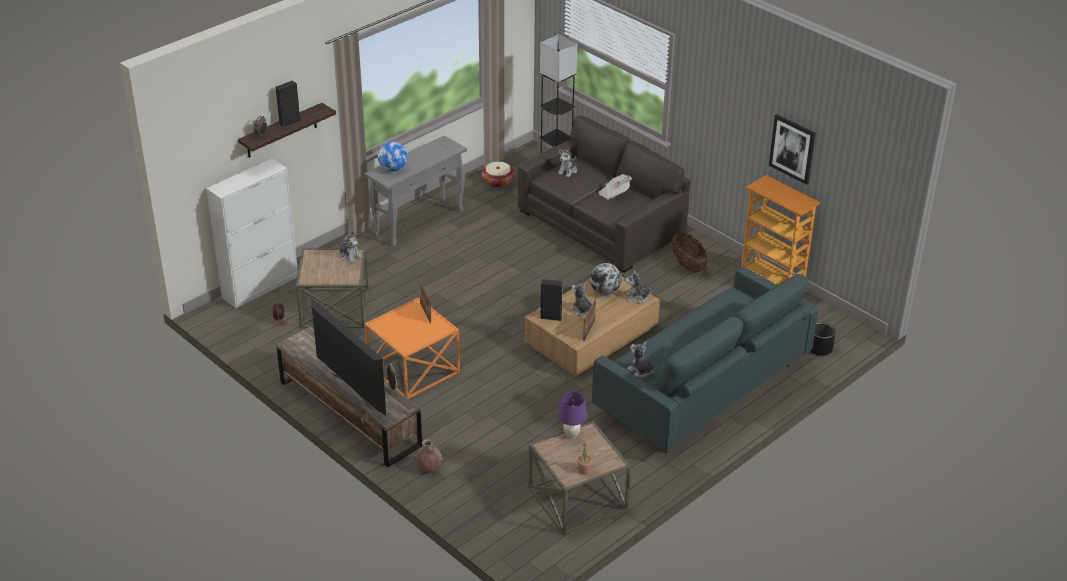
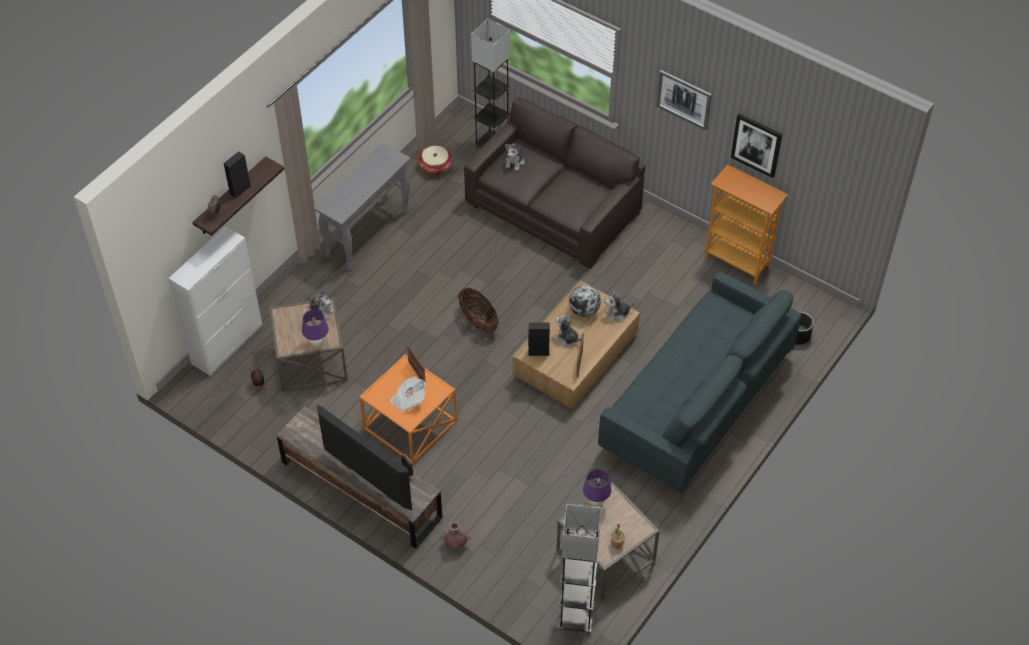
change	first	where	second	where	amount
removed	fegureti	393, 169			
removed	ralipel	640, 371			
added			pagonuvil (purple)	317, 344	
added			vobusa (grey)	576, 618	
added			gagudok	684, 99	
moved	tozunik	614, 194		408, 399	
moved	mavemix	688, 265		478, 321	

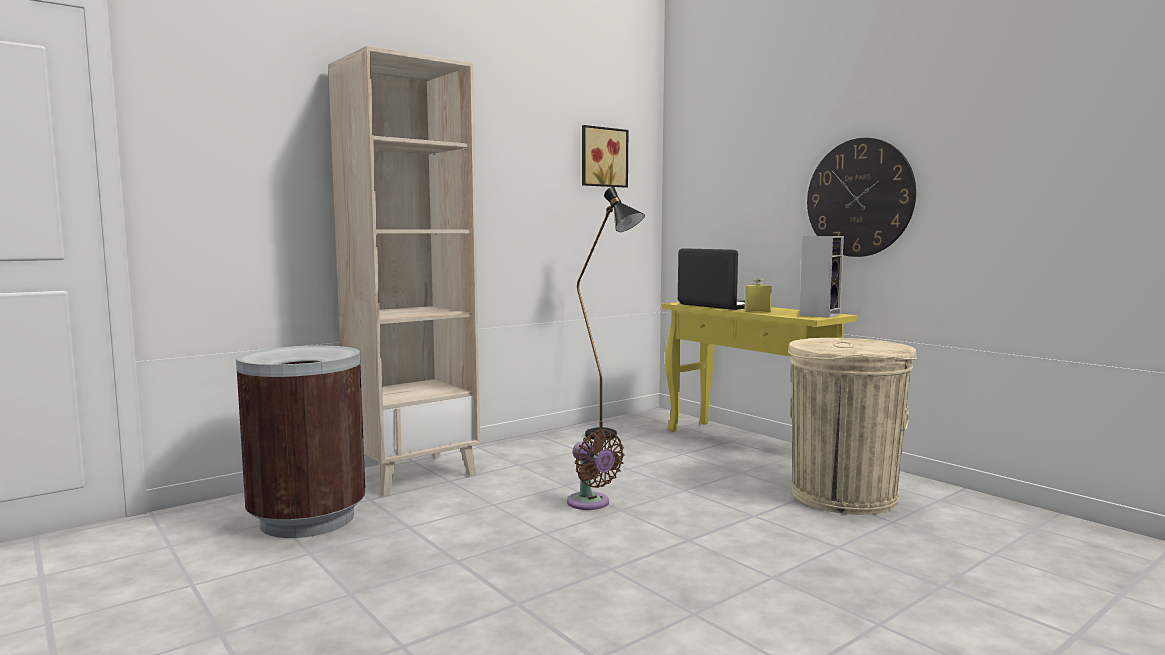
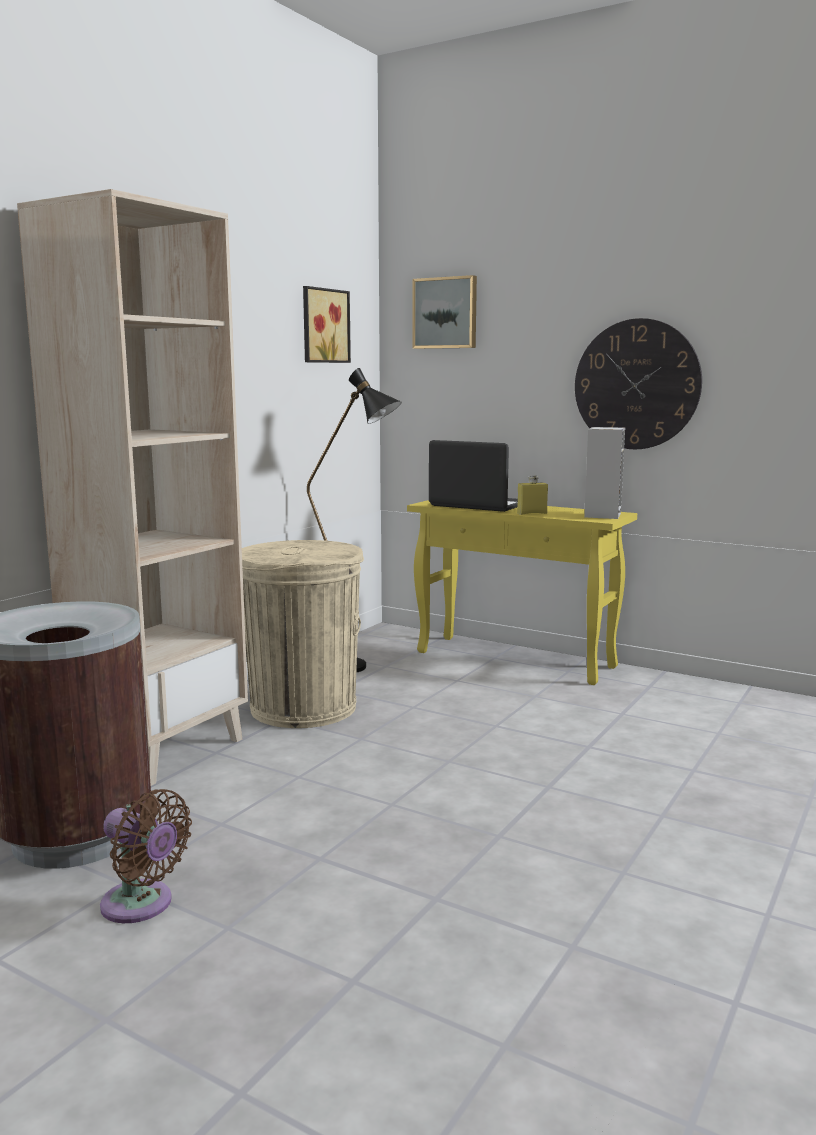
change	first	where	second	where	amount
added			gagudok	445, 313	
moved	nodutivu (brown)	591, 503		142, 905	
moved	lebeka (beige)	843, 496		303, 707	

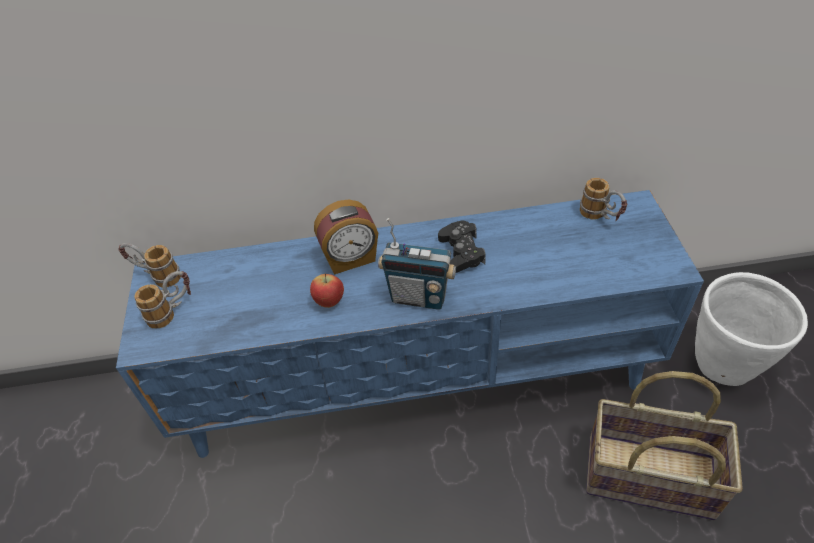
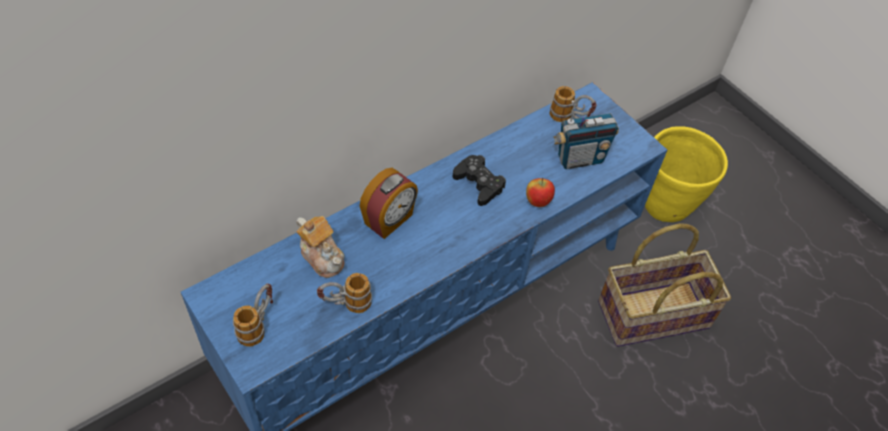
change	first	where	second	where	amount
added			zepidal	322, 256	
moved	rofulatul	156, 276		345, 305	
moved	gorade	329, 302		538, 202	
moved	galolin	419, 297		579, 159	
recoloured	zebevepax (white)	724, 366	zebevepax (yellow)	666, 206	

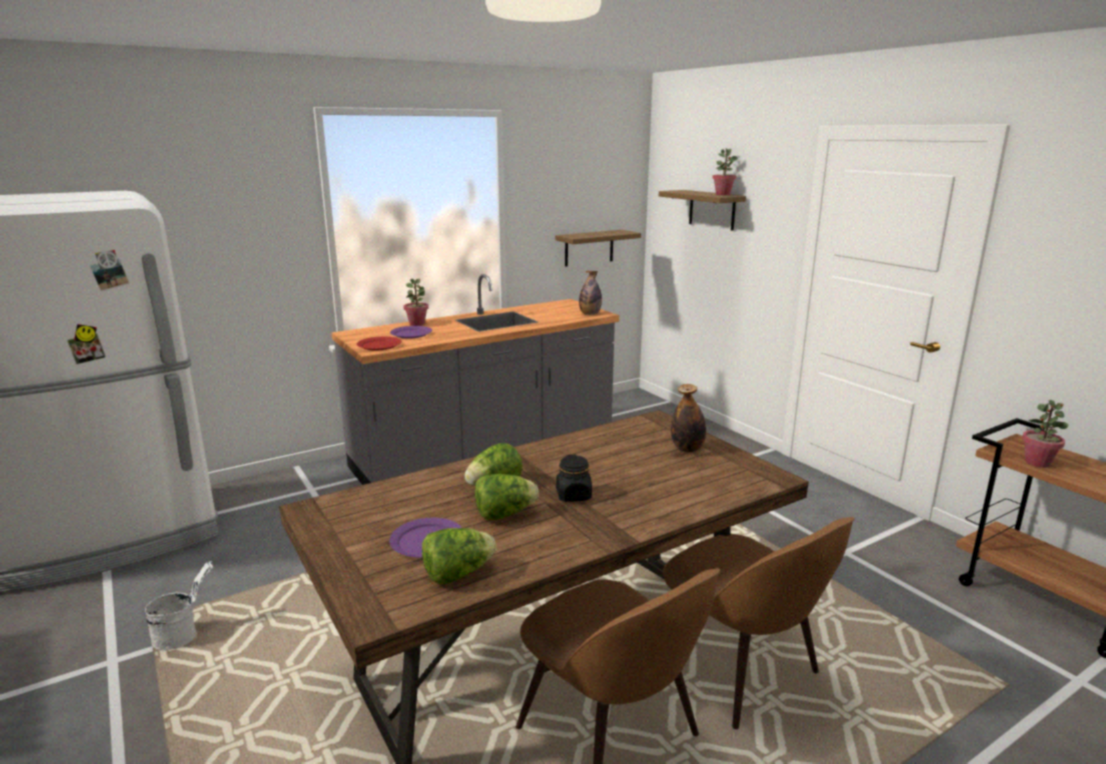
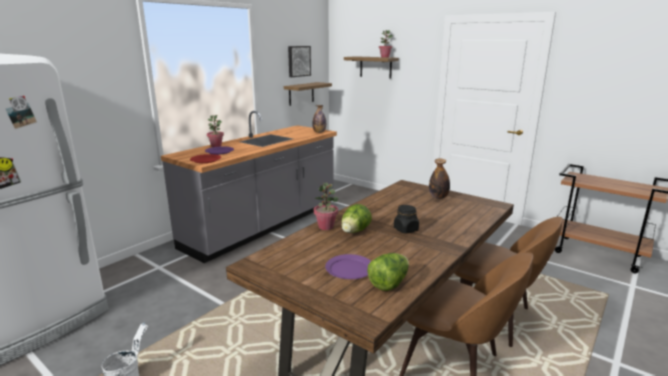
change	first	where	second	where	amount
removed	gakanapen	504, 514			
added			gagudok	298, 61	
moved	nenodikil	1037, 463		326, 227	

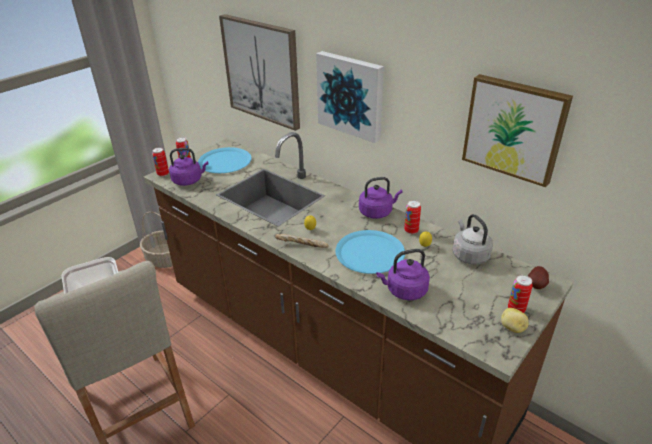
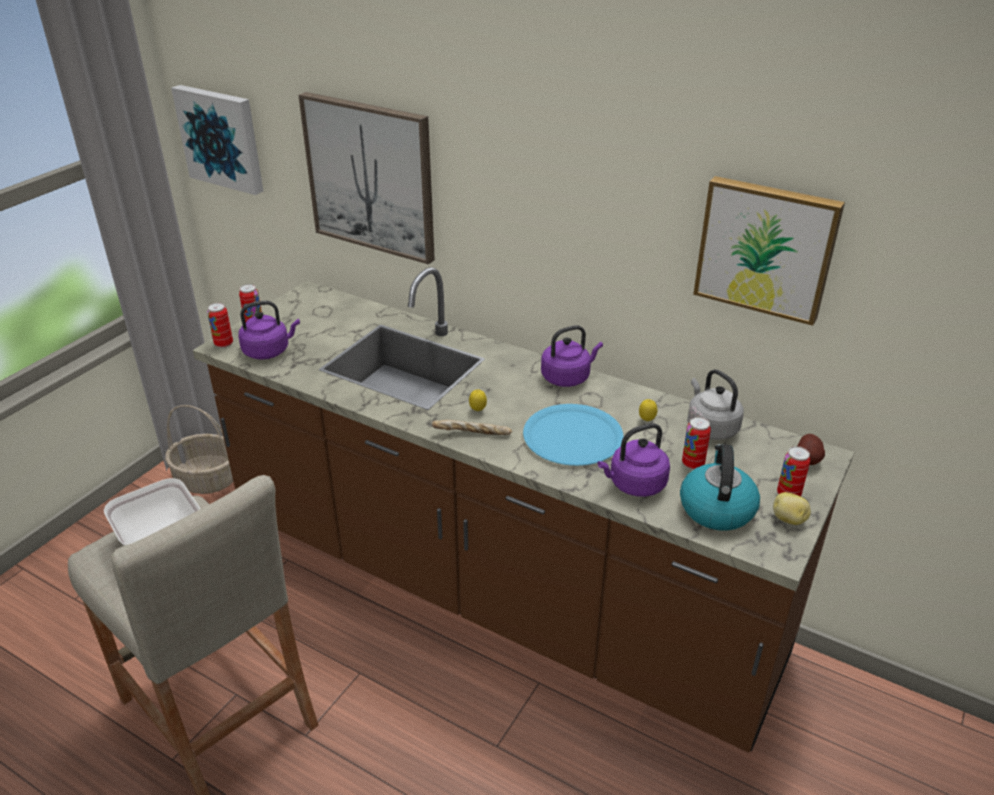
change	first	where	second	where	amount
removed	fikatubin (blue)	225, 161			
added			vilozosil	716, 508	
moved	gagudok	351, 95		222, 138	
moved	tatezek	411, 230		693, 464	

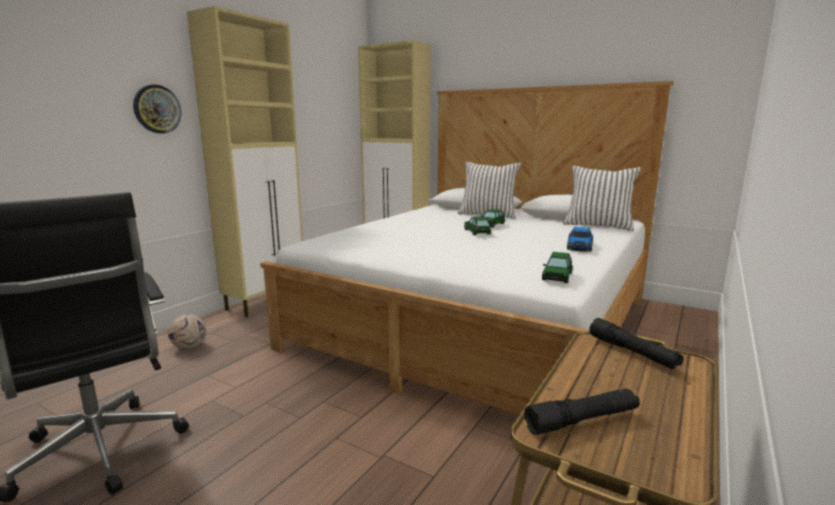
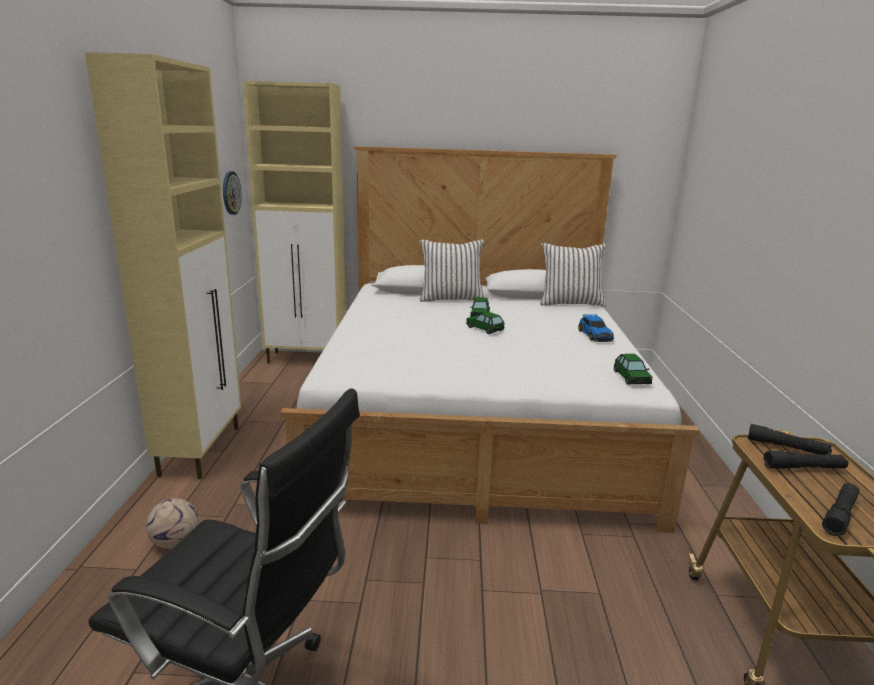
change	first	where	second	where	amount
added			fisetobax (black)	803, 468	
moved	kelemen	157, 109		230, 193	

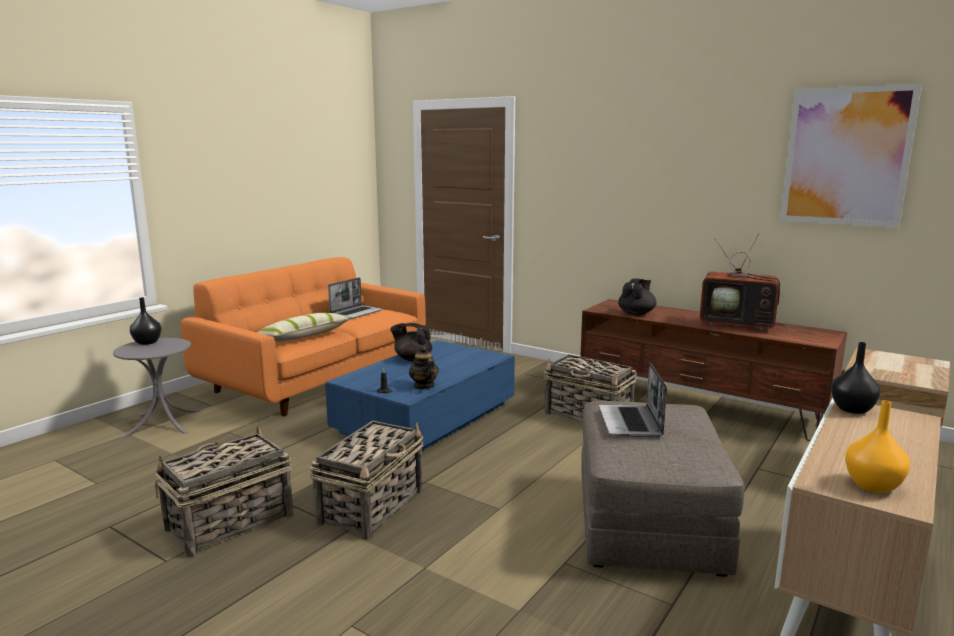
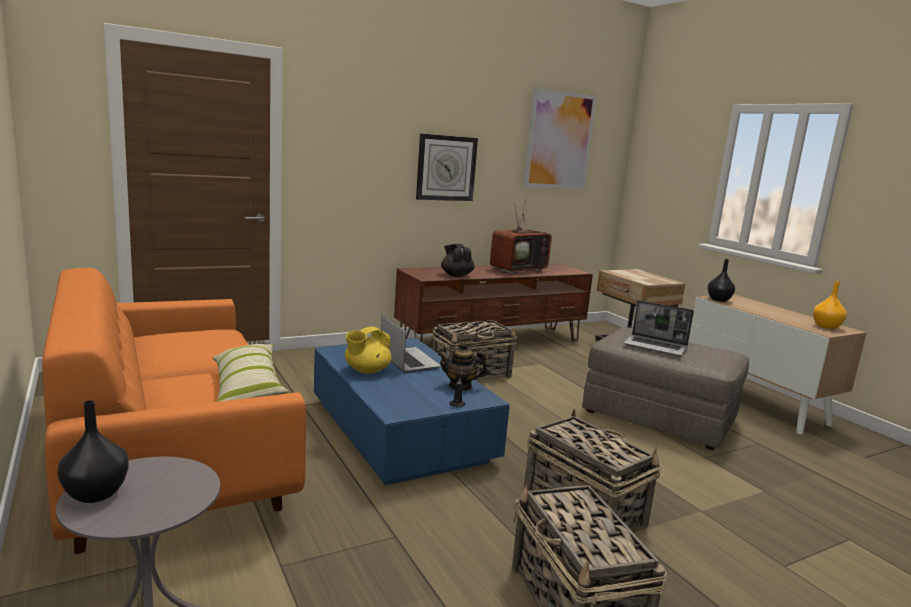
change	first	where	second	where	amount
added			kelemen	446, 168	
moved	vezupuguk	356, 313		407, 361	
recoloured	zepidal (black)	412, 359	zepidal (yellow)	366, 371	

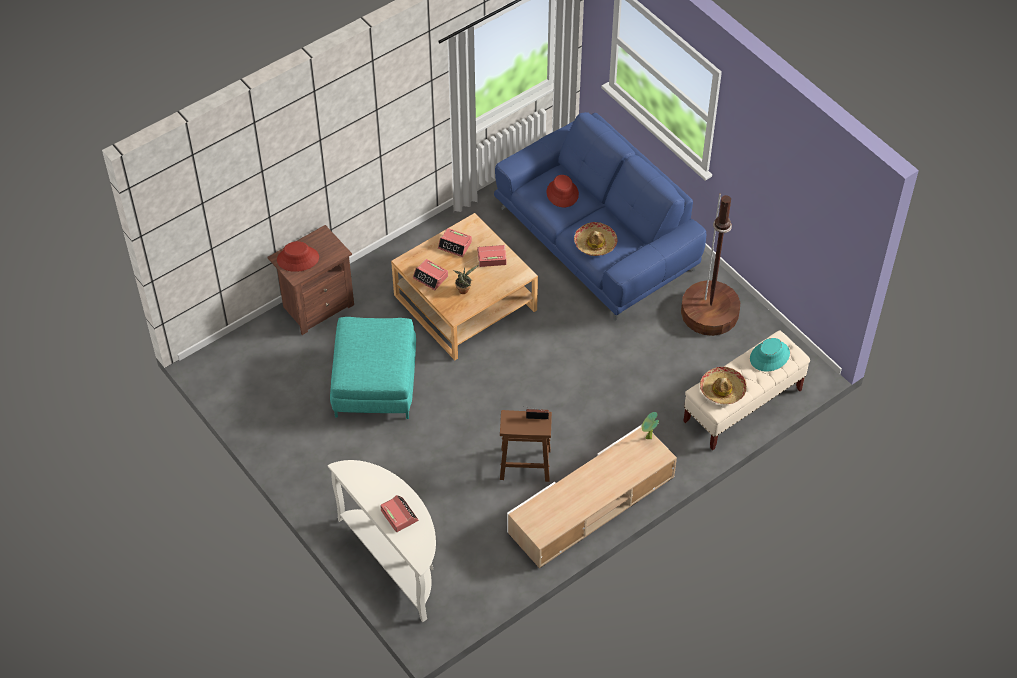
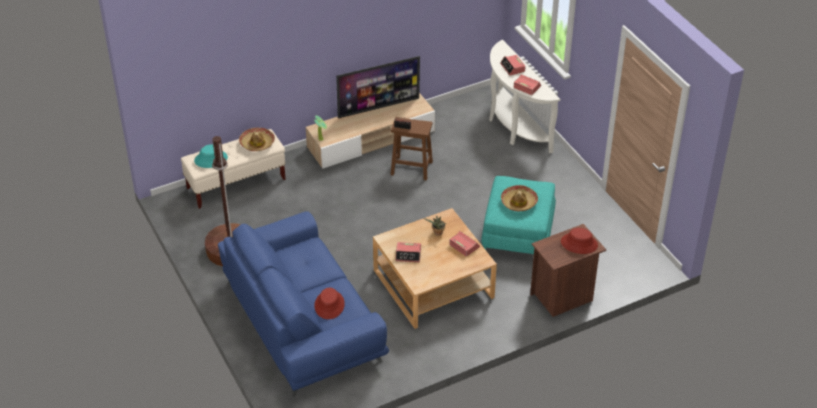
change	first	where	second	where	amount
added			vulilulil	378, 107	
moved	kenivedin	455, 245		526, 87	
moved	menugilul	595, 243		519, 202	

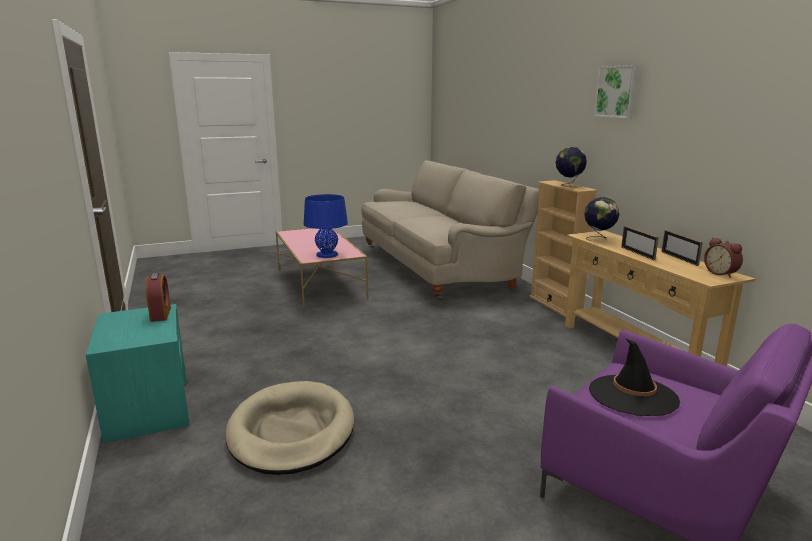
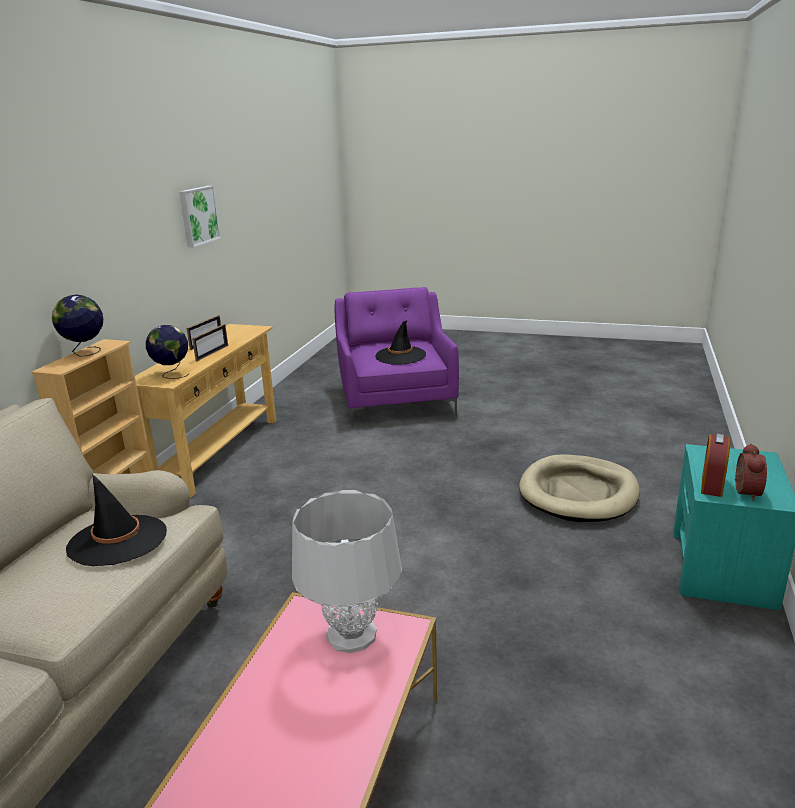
change	first	where	second	where	amount
added			menugilul (black)	118, 540	
moved	gagudok	617, 92		198, 215	
moved	kenivedin	721, 273		744, 492	
recoloured	pagonuvil (blue)	327, 255	pagonuvil (grey)	352, 635	

